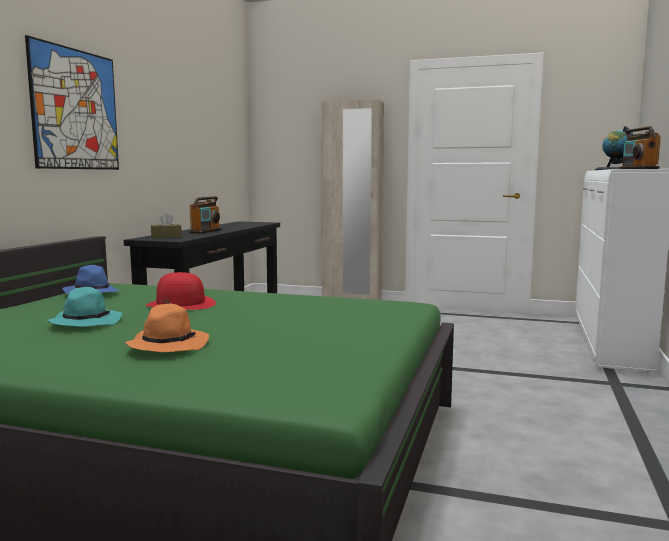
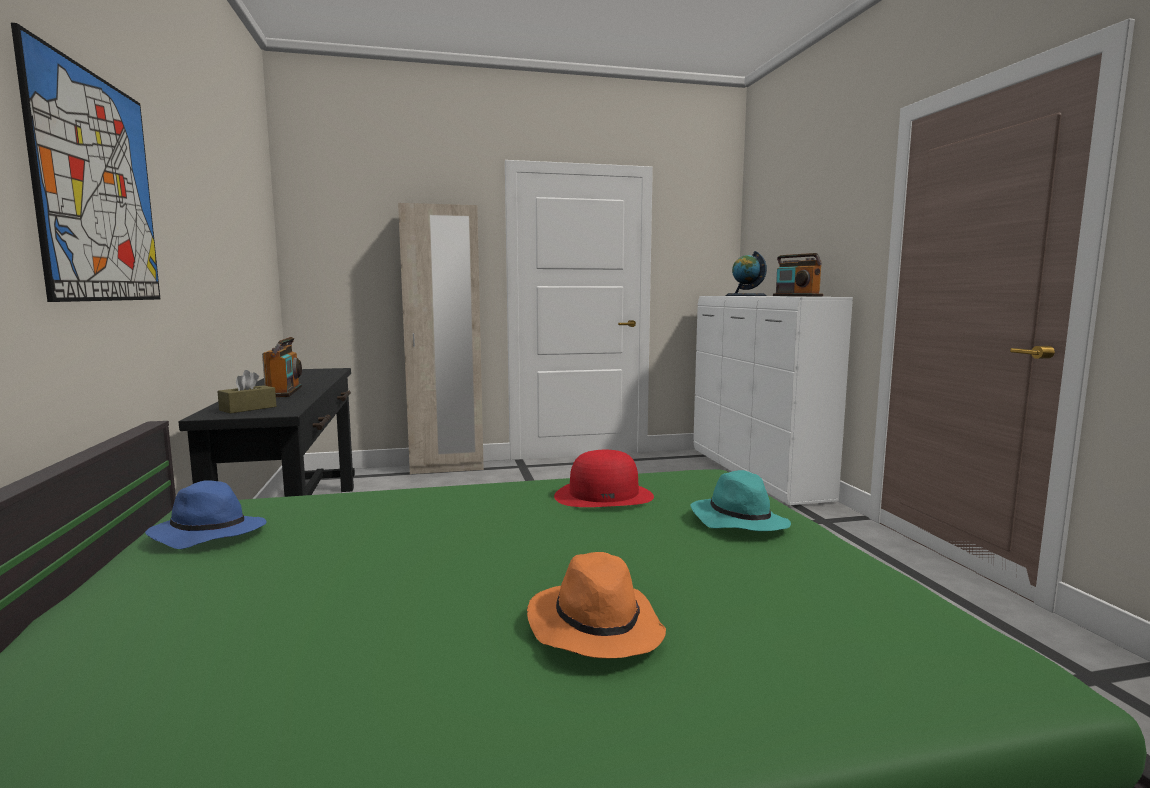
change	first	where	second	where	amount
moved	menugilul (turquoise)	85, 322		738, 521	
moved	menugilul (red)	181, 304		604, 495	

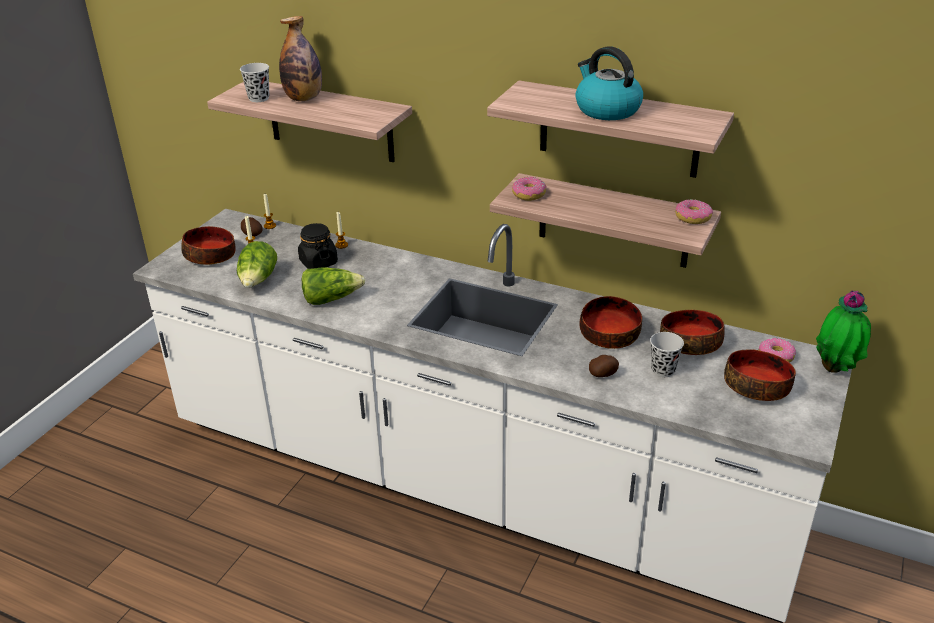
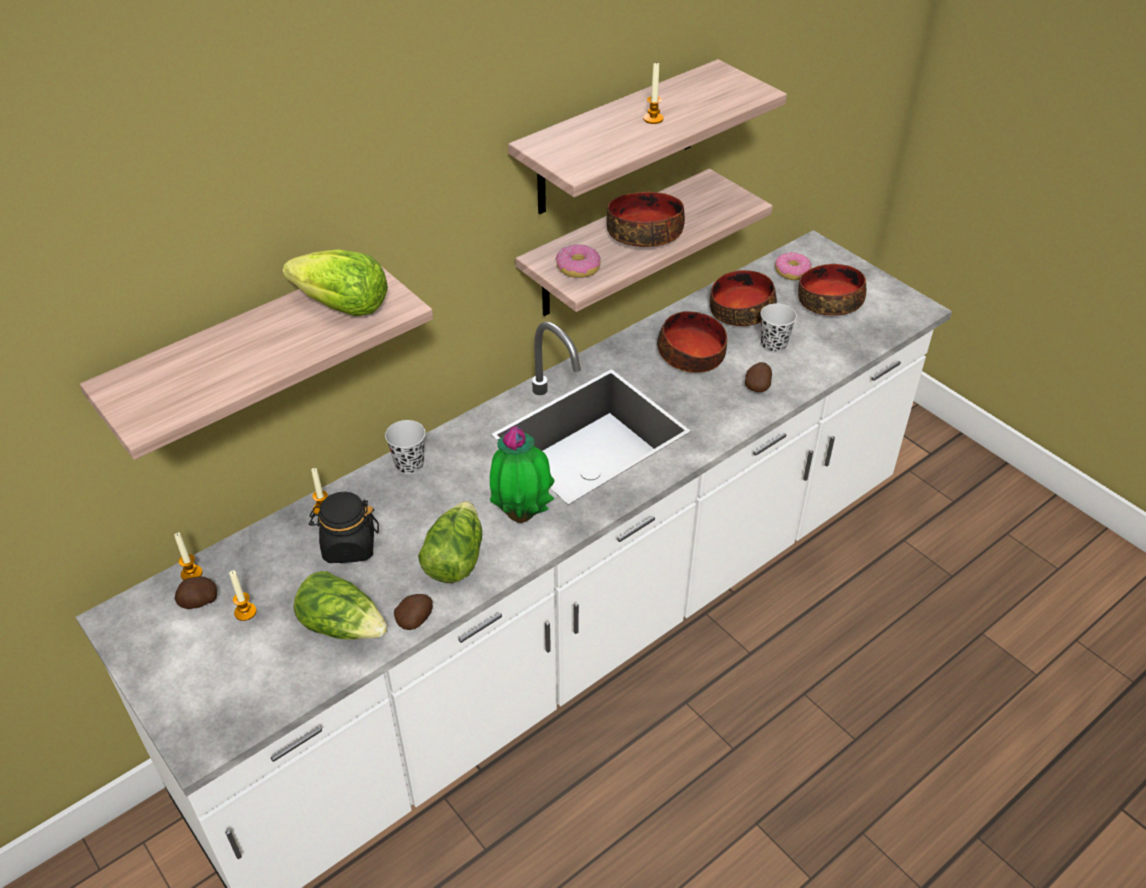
change	first	where	second	where	amount
removed	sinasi	304, 98			
removed	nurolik	693, 218			
added			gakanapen	343, 307	
added			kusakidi	415, 620	
moved	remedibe	211, 256		645, 234	
moved	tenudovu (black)	259, 98		409, 465	
moved	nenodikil	836, 369		522, 513	
replaced	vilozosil	606, 110	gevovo	653, 119	

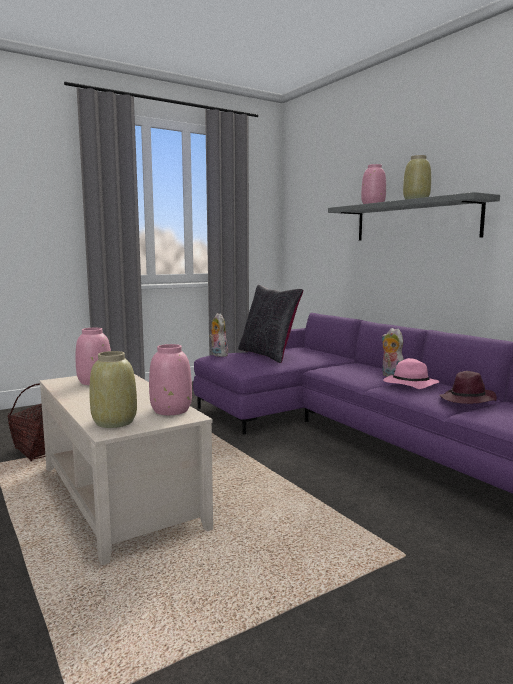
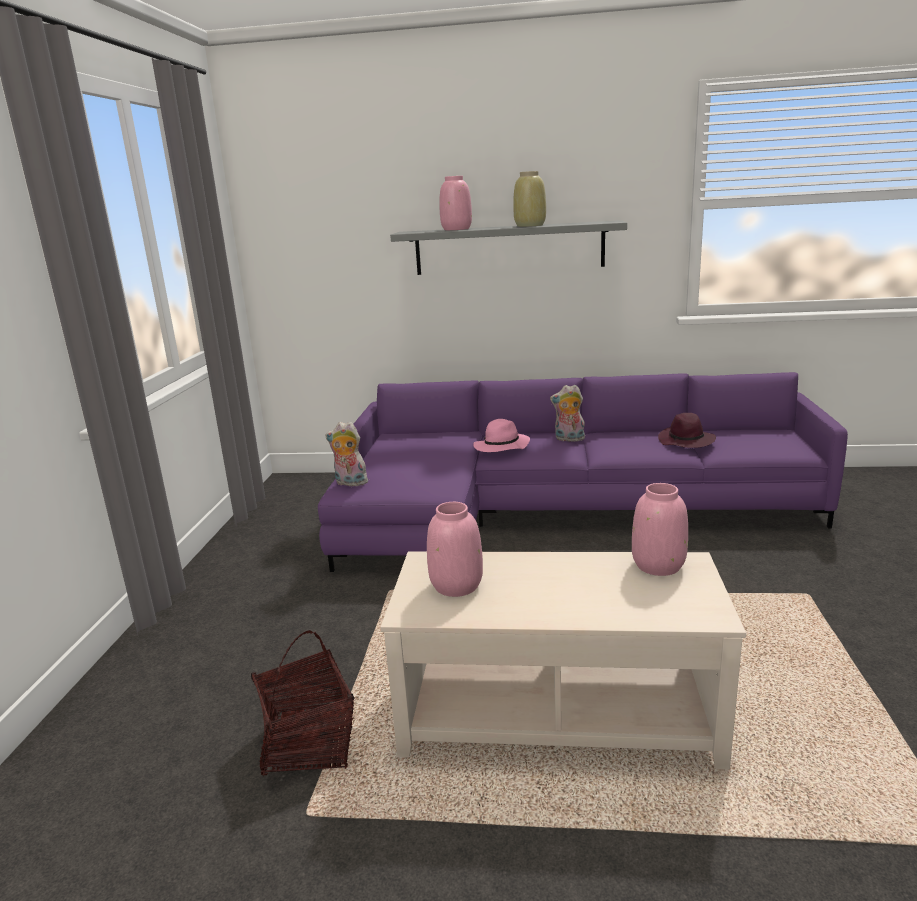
change	first	where	second	where	amount
removed	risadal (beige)	115, 422			
removed	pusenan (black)	268, 355			
moved	menugilul (pink)	409, 385		501, 447	

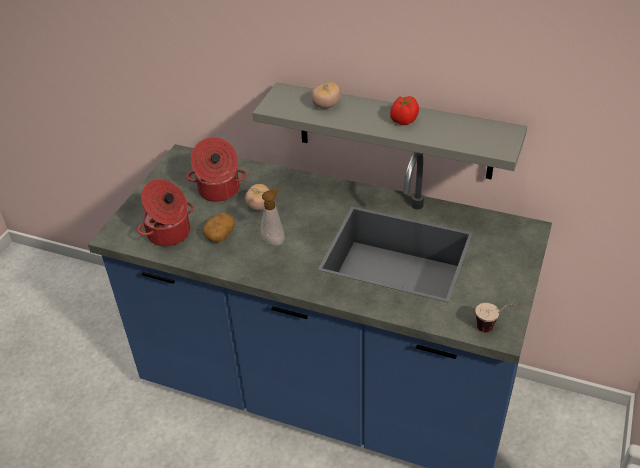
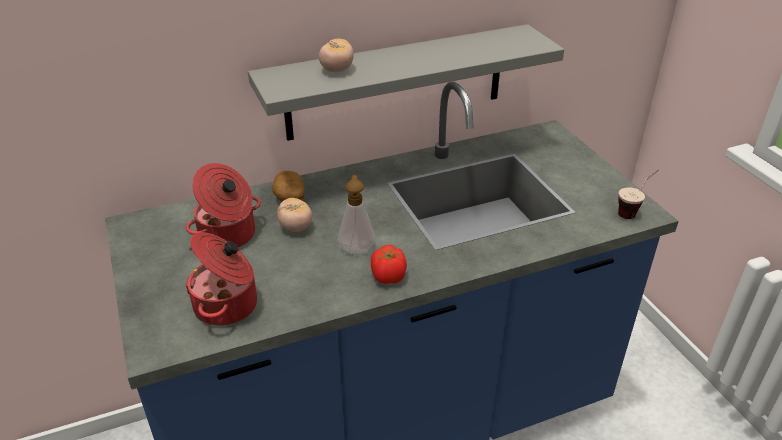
change	first	where	second	where	amount
moved	kusakidi	220, 234		289, 196	
moved	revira	403, 121		388, 277	

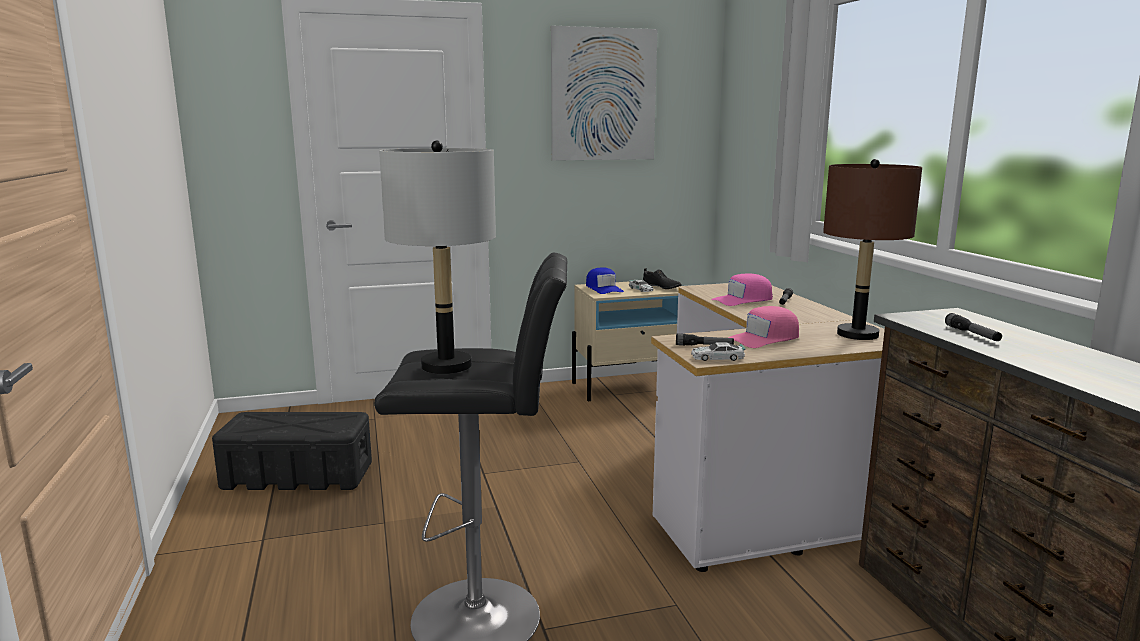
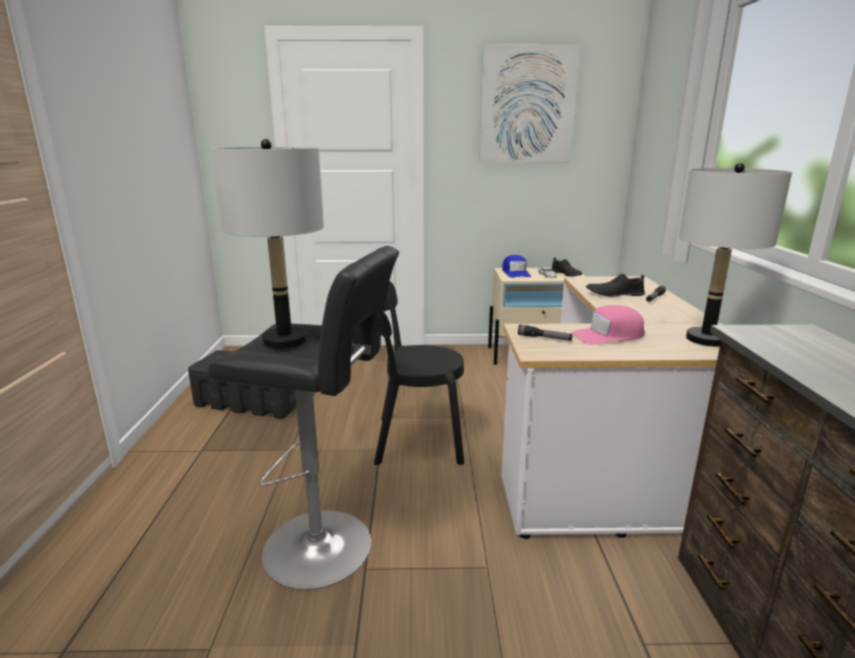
change	first	where	second	where	amount
removed	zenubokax	717, 358			
removed	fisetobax	972, 334			
added			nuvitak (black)	413, 439	
replaced	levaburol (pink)	743, 300	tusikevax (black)	614, 294	
recoloured	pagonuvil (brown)	857, 334	pagonuvil (grey)	707, 339	

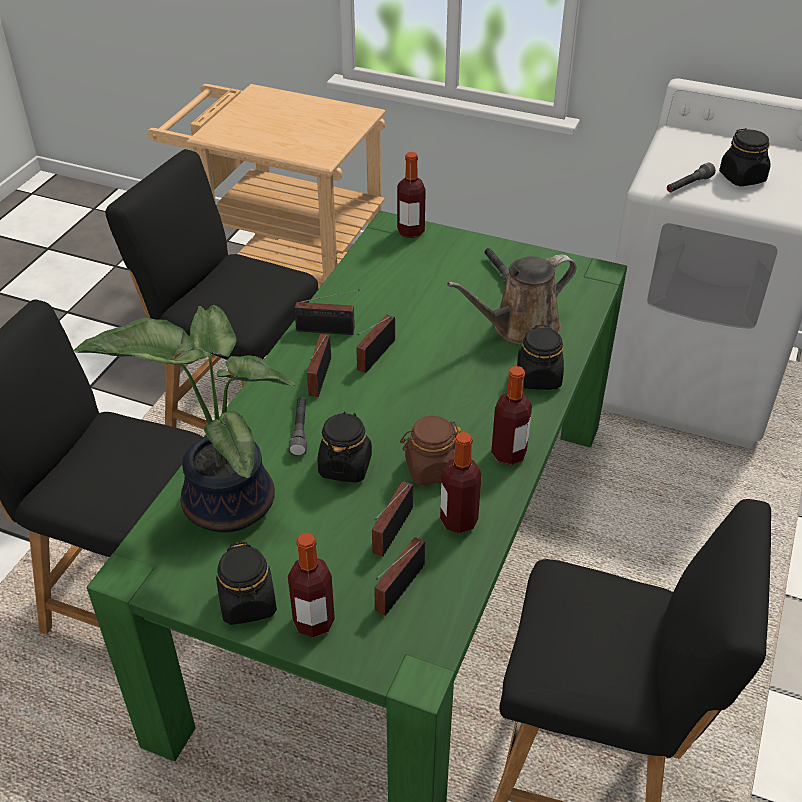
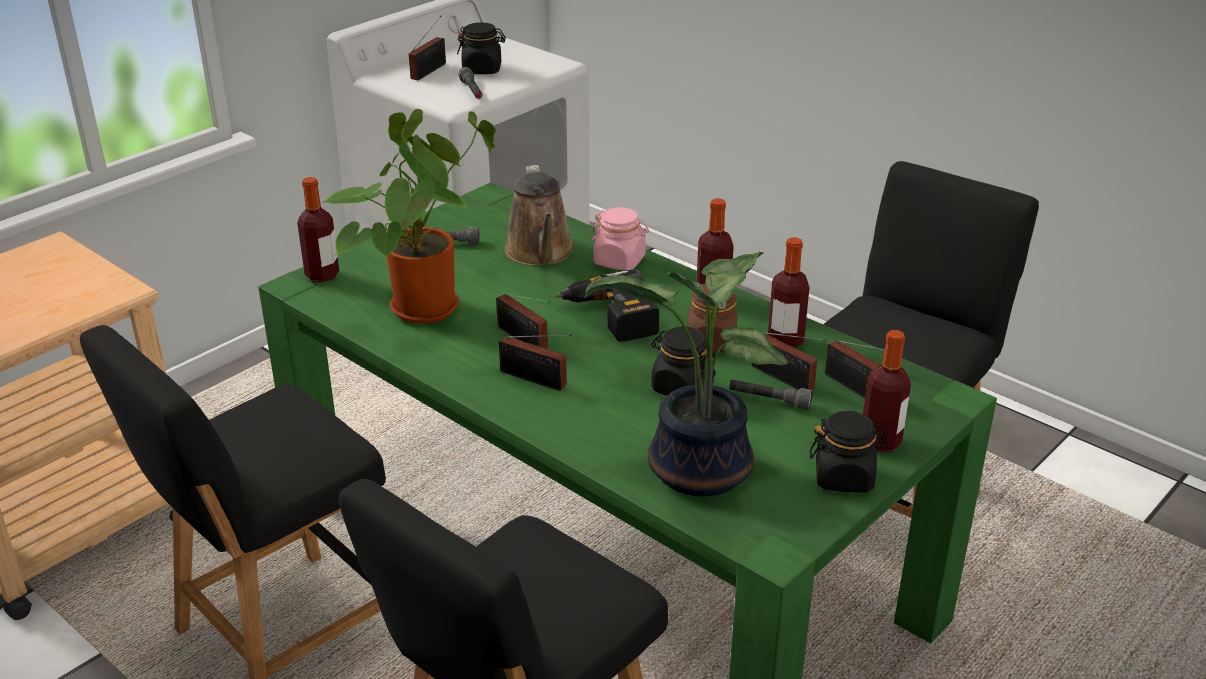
change	first	where	second	where	amount
added			nenodikil	424, 304	
added			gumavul	610, 317	
moved	fisetobax (grey)	300, 431		769, 400	
moved	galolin	328, 331		430, 70	
recoloured	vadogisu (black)	539, 378	vadogisu (pink)	620, 261	

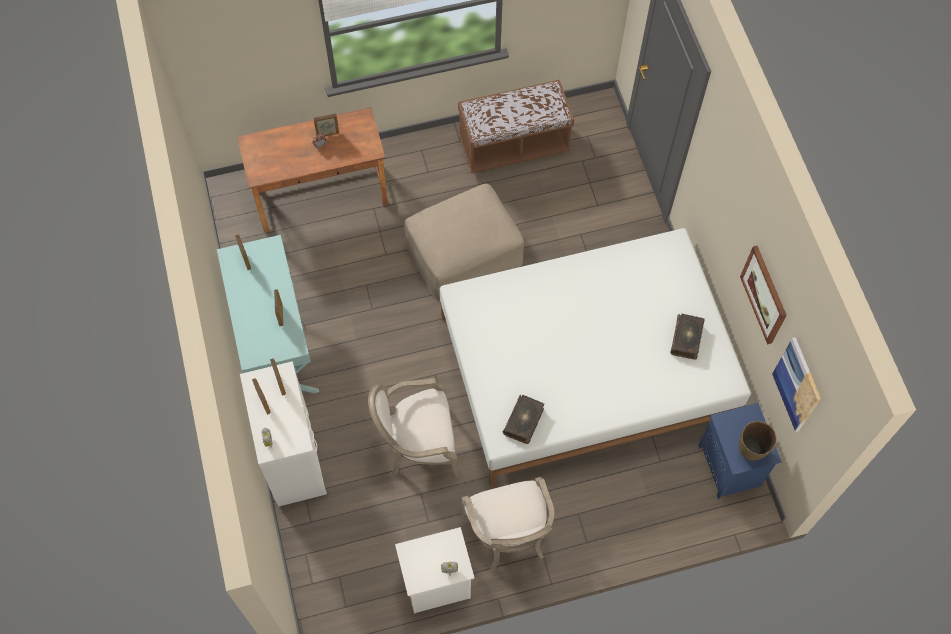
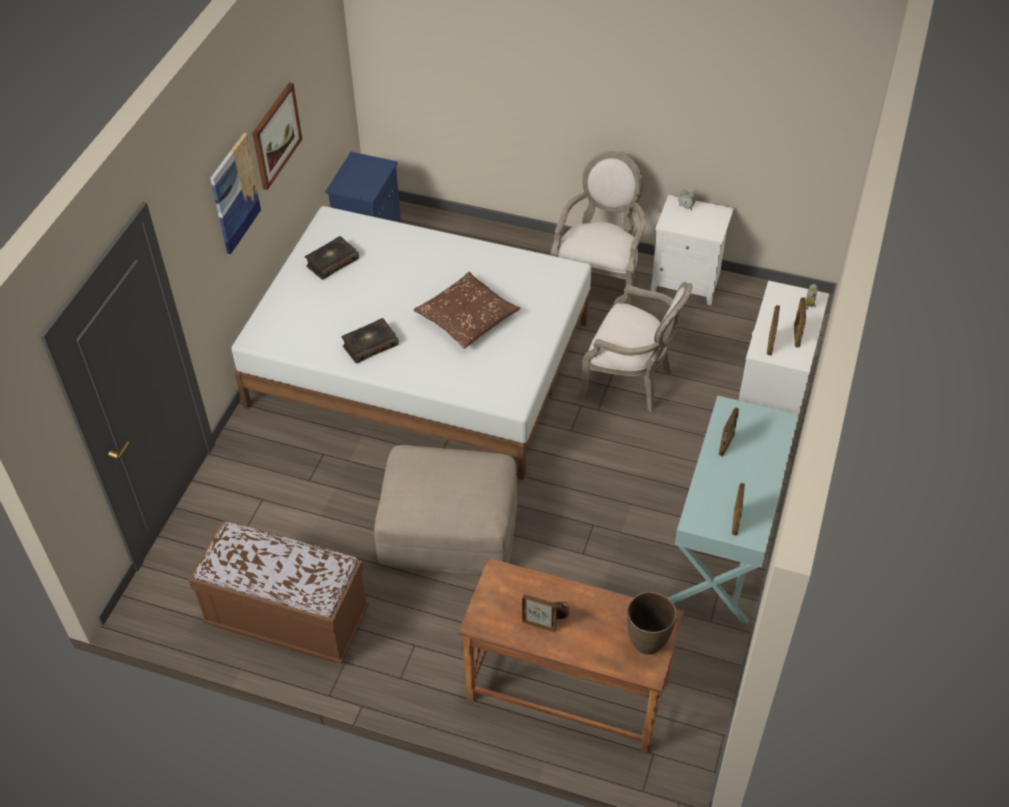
change	first	where	second	where	amount
added			pusenan (brown)	467, 317	
moved	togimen	524, 421		370, 345	
moved	risadal (brown)	751, 451		647, 641	
moved	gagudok	797, 385		235, 193	

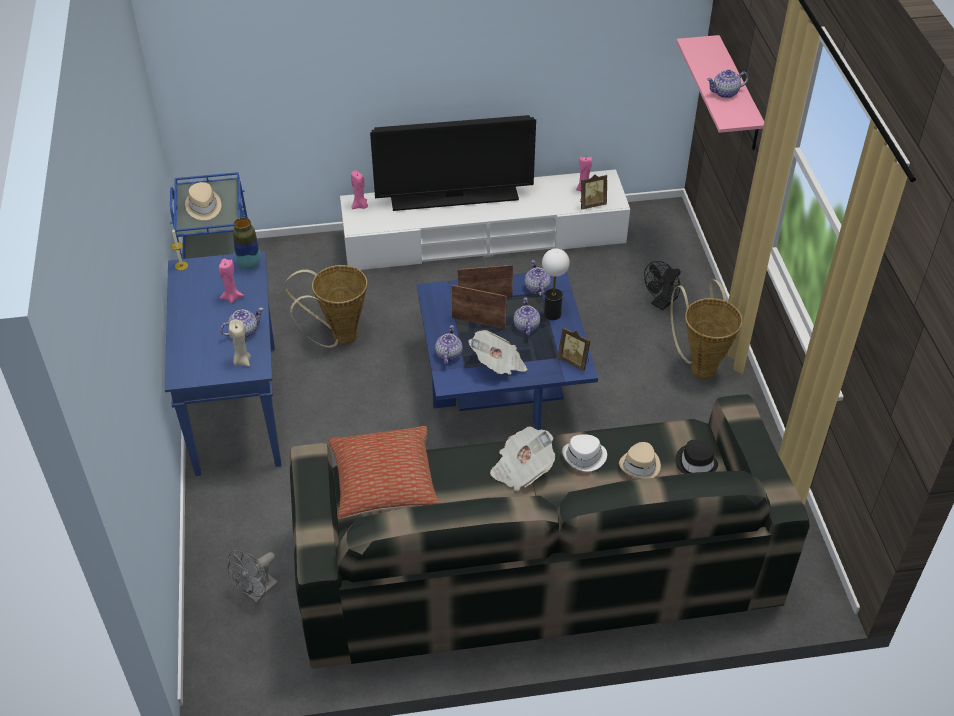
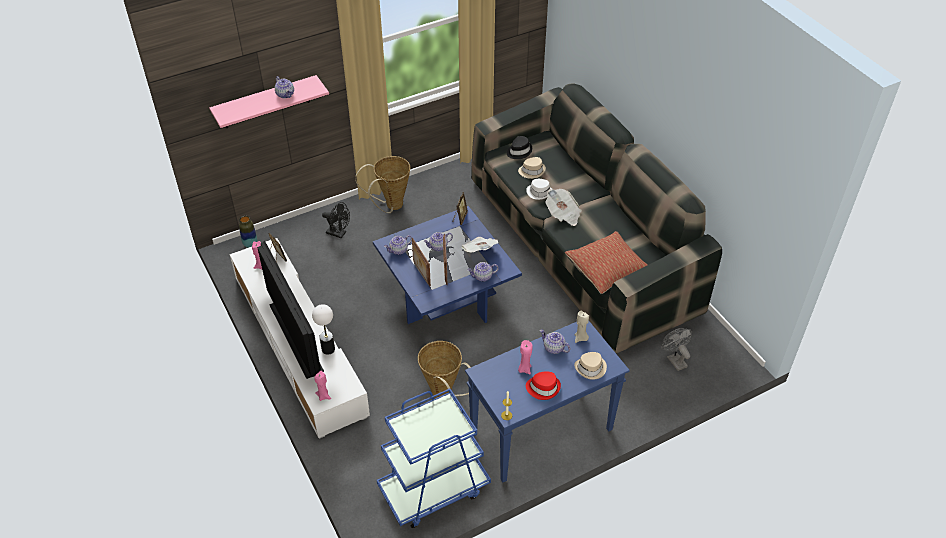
change	first	where	second	where	amount
added			menugilul (red)	543, 388	
moved	menugilul (beige)	203, 207		591, 368	
moved	risadal	249, 265		250, 244	
moved	pagonuvil	552, 313		328, 349	
turned	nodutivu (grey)	257, 593		674, 359	135 degrees counterclockwise

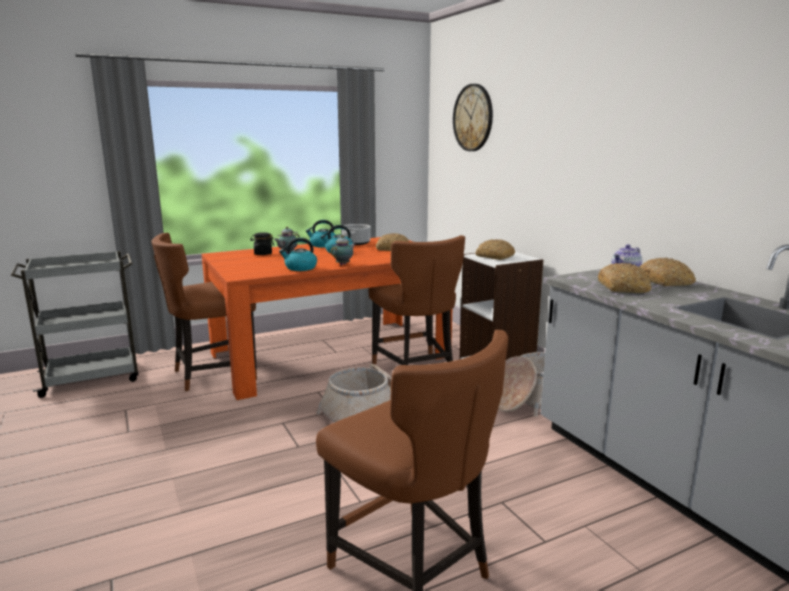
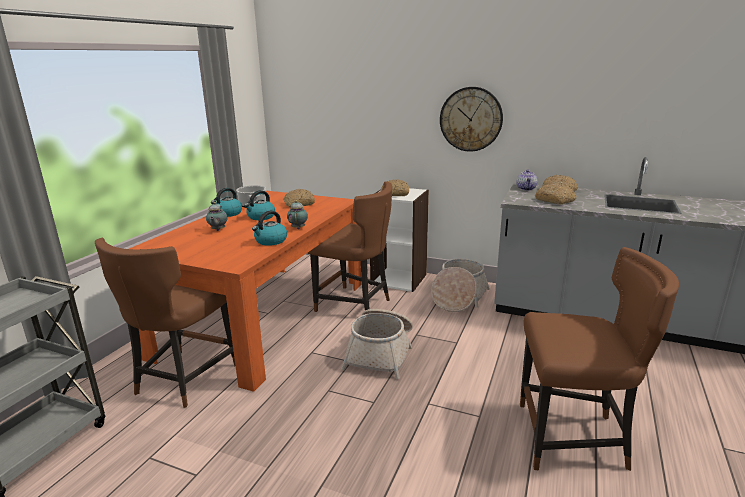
change	first	where	second	where	amount
removed	vadogisu (black)	263, 254			
moved	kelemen	473, 118		471, 119	

